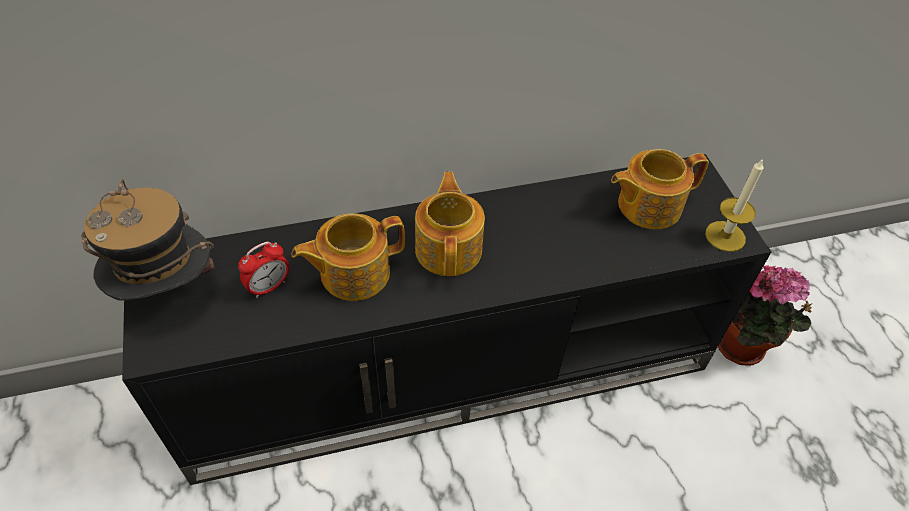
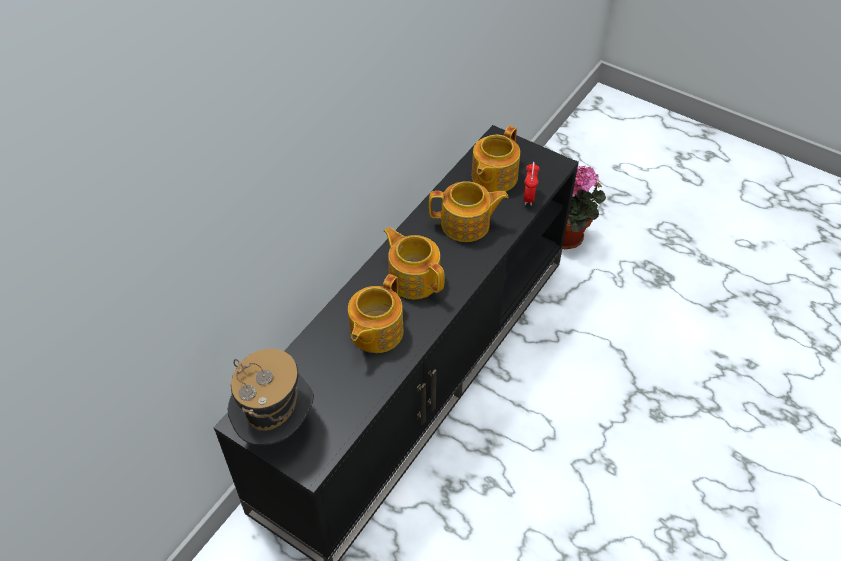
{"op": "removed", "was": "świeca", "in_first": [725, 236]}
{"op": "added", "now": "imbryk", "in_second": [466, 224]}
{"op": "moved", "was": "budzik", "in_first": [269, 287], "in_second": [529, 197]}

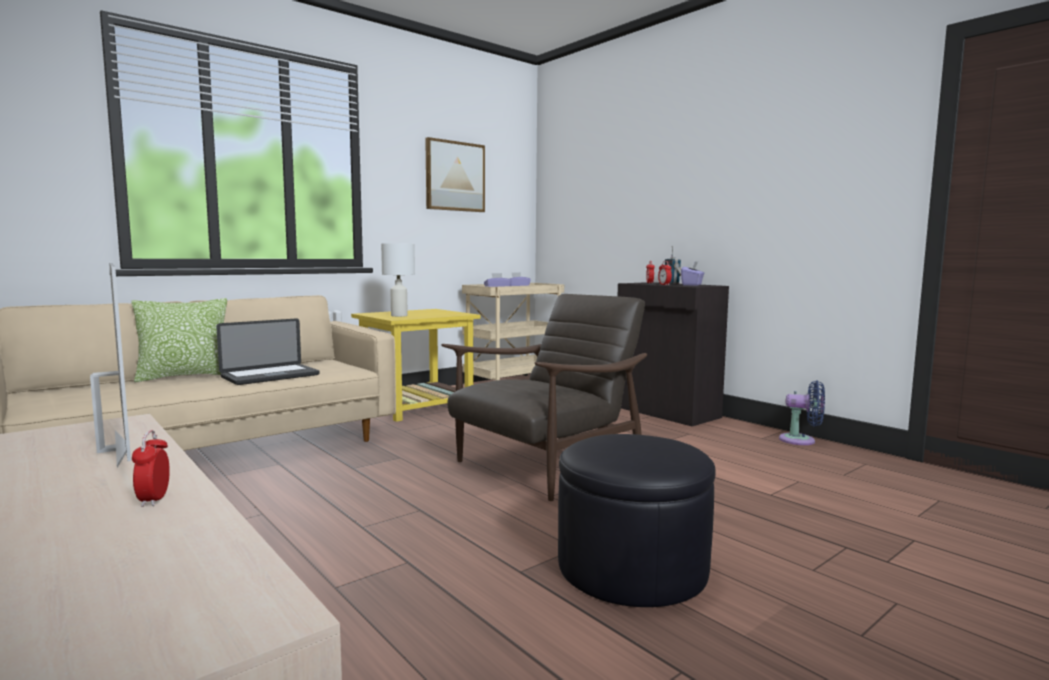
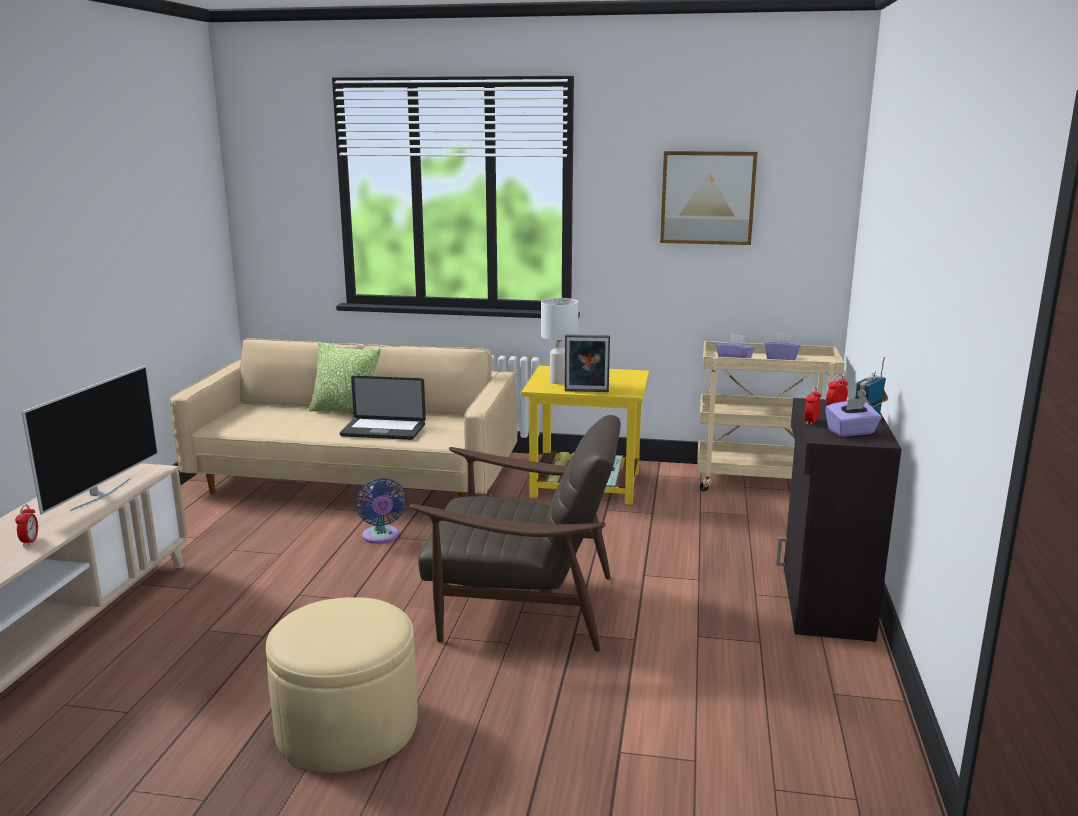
{"op": "added", "now": "ramka na zdjęcie", "in_second": [586, 392]}
{"op": "moved", "was": "wentylator/niebieski", "in_first": [801, 440], "in_second": [381, 537]}
{"op": "recoloured", "was": "pufa/czarny", "now": "pufa/beżowy", "in_first": [632, 567], "in_second": [347, 726]}
{"op": "turned", "was": "budzik", "in_first": [154, 500], "in_second": [30, 541], "clockwise": 135}

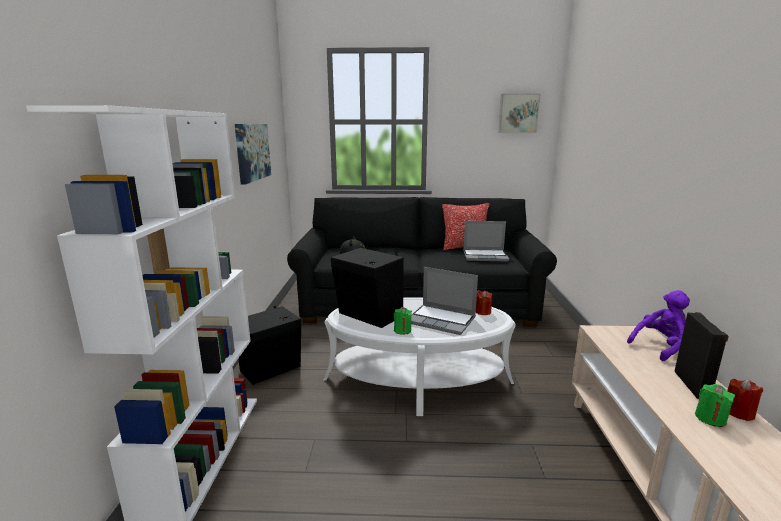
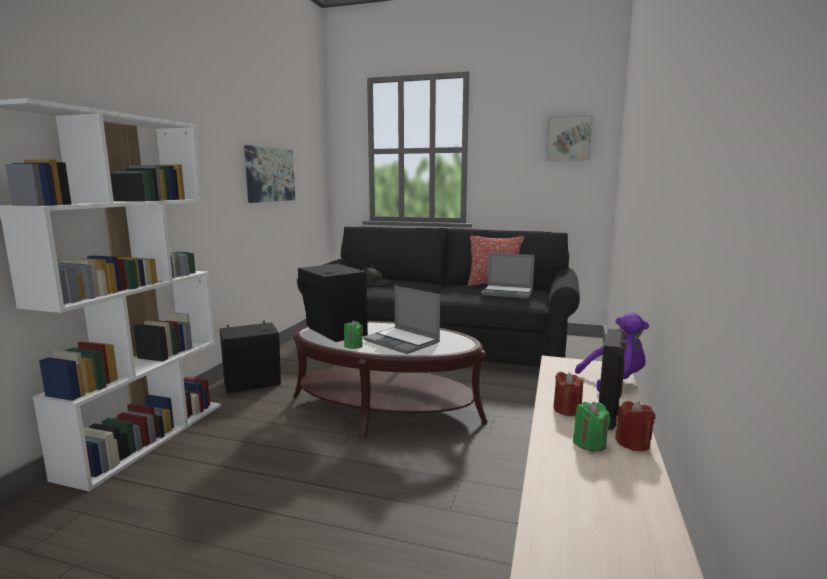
{"op": "moved", "was": "świeca/czerwony", "in_first": [483, 312], "in_second": [567, 409]}
{"op": "recoloured", "was": "ława/biały", "now": "ława/brązowy", "in_first": [417, 380], "in_second": [385, 409]}

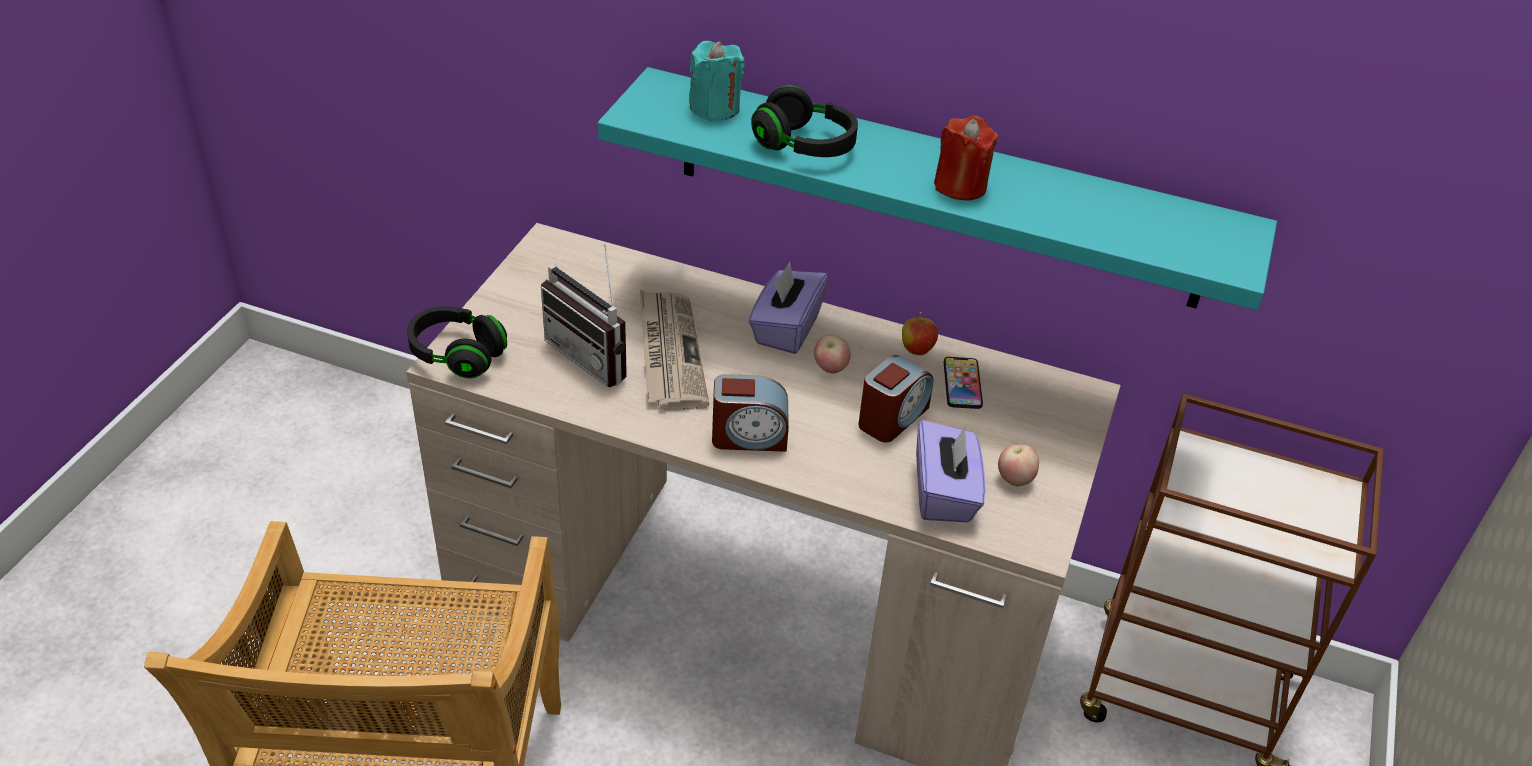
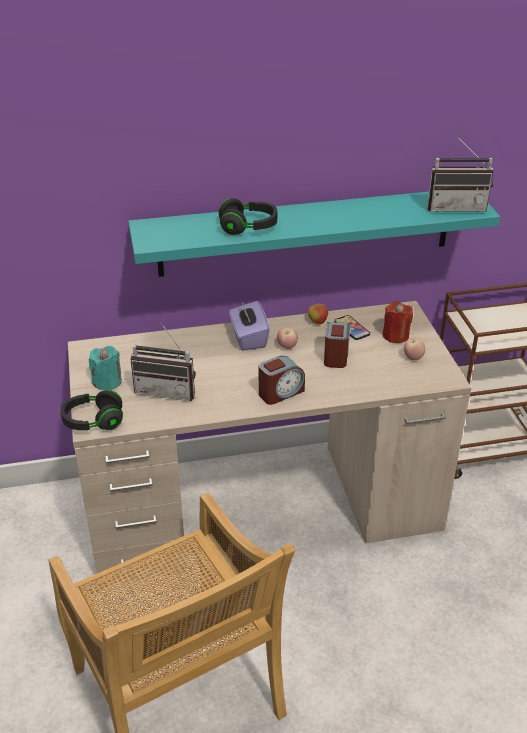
{"op": "removed", "was": "gazeta", "in_first": [669, 353]}
{"op": "removed", "was": "pudełko chusteczek/fioletowy", "in_first": [944, 493]}
{"op": "added", "now": "radio", "in_second": [456, 206]}
{"op": "moved", "was": "świeca/turkusowy", "in_first": [715, 108], "in_second": [107, 382]}
{"op": "moved", "was": "świeca/czerwony", "in_first": [960, 186], "in_second": [395, 335]}

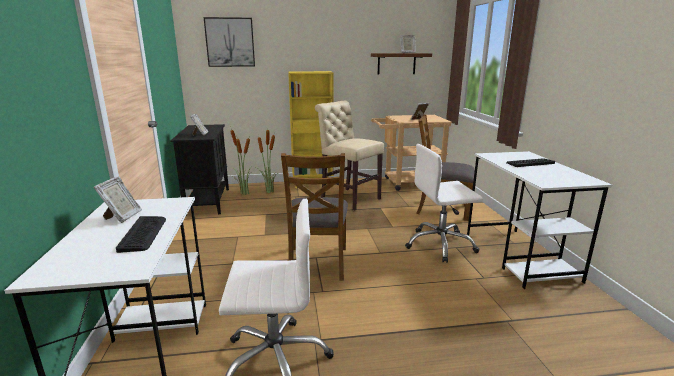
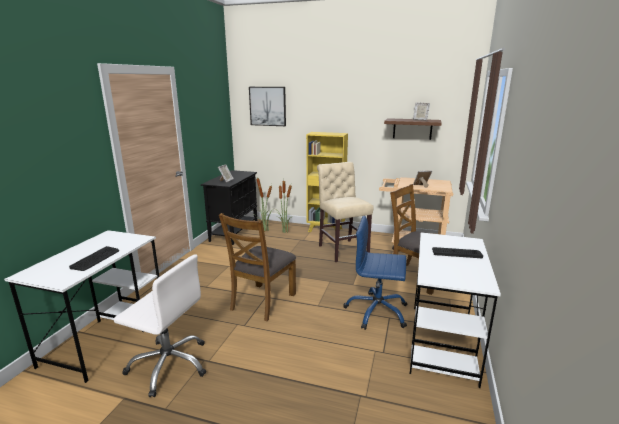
{"op": "removed", "was": "ramka na zdjęcie", "in_first": [122, 217]}
{"op": "recoloured", "was": "krzesło biurowe/biały", "now": "krzesło biurowe/niebieski", "in_first": [440, 245], "in_second": [377, 312]}

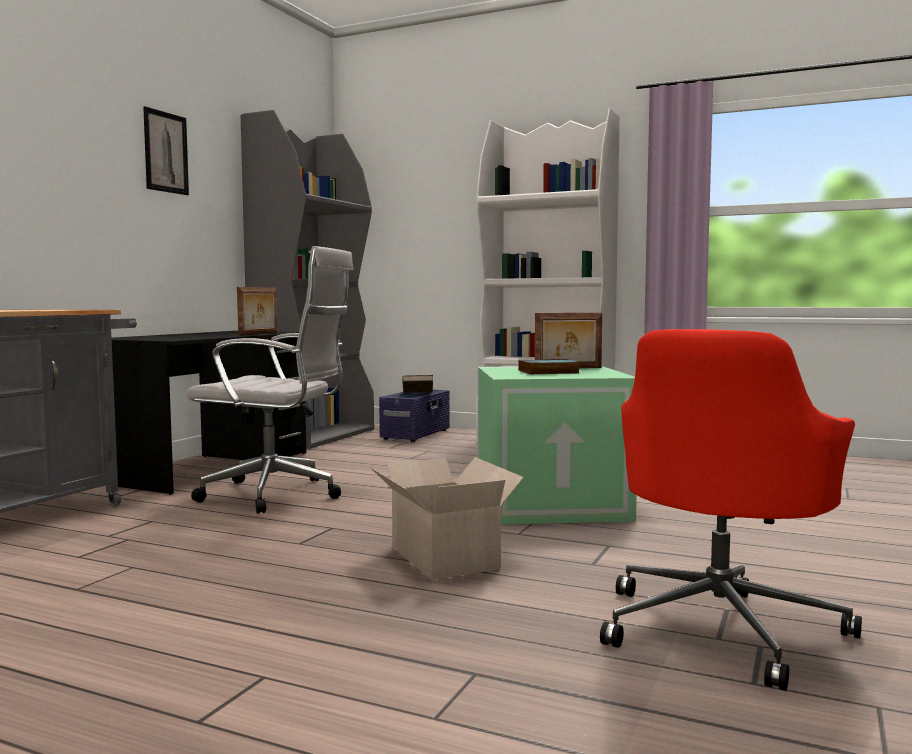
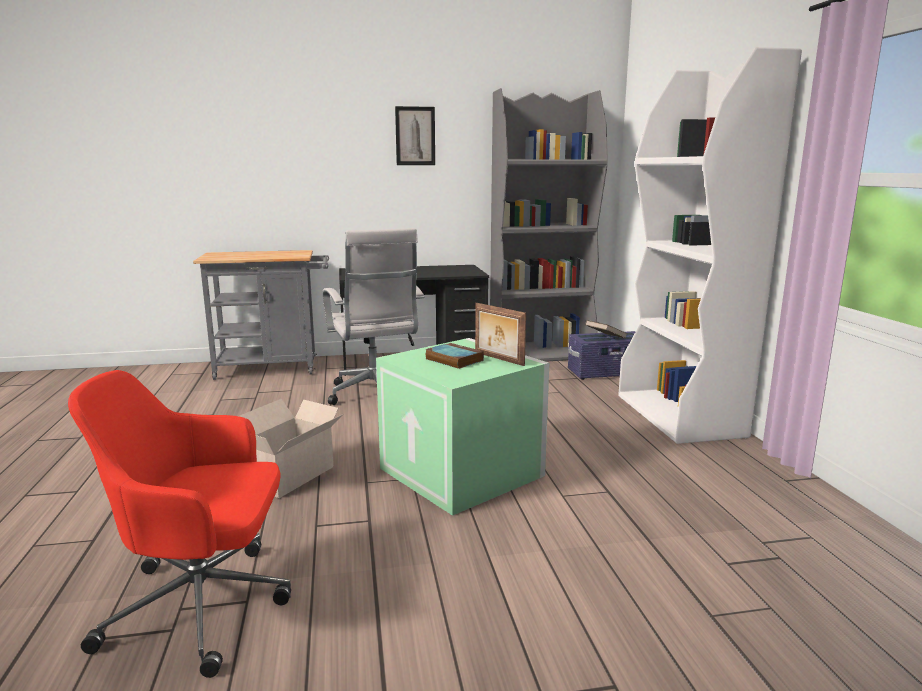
{"op": "removed", "was": "ramka na zdjęcie", "in_first": [259, 334]}

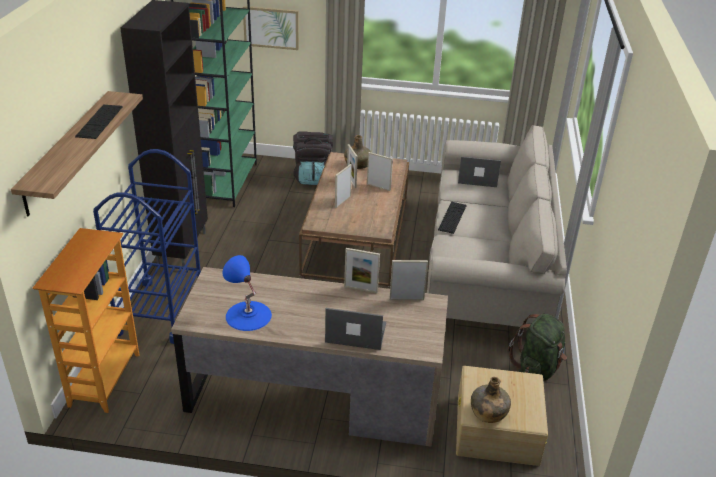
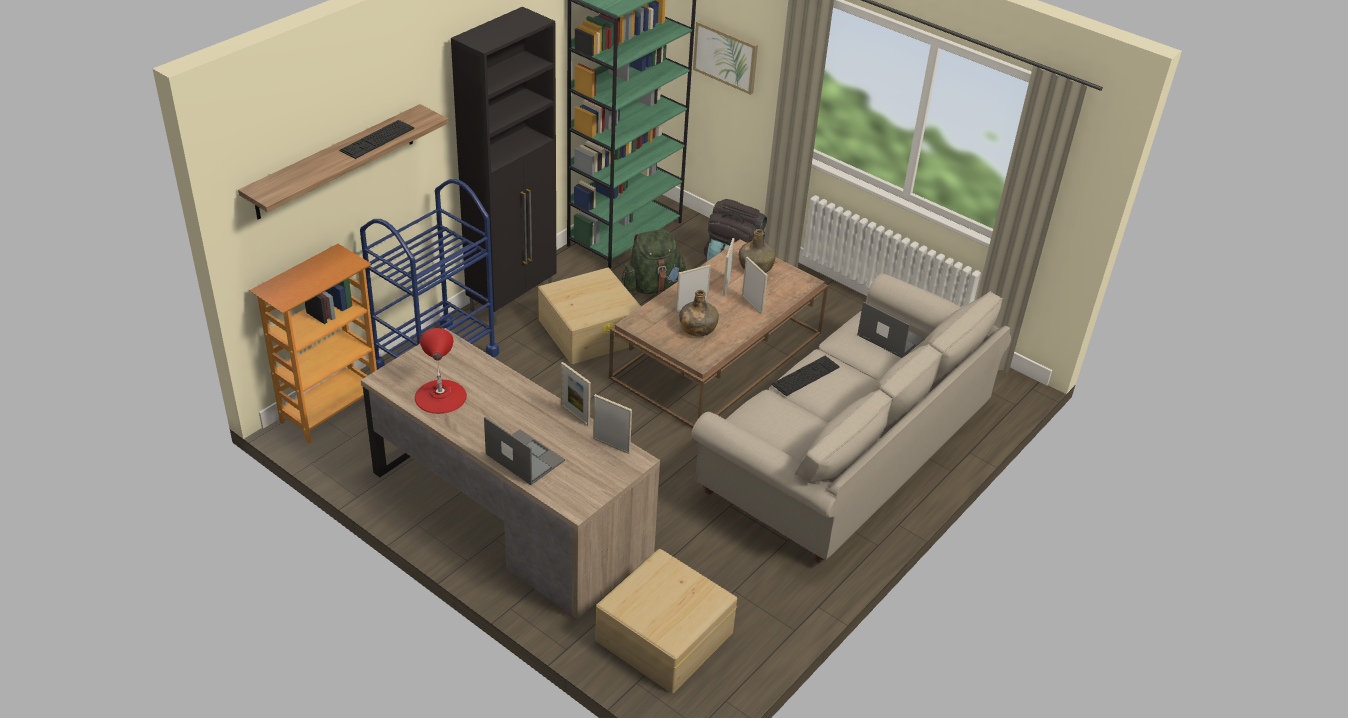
{"op": "added", "now": "pojemnik do przechowywania/beżowy", "in_second": [590, 331]}
{"op": "moved", "was": "butelka/zielony", "in_first": [488, 412], "in_second": [697, 328]}
{"op": "moved", "was": "plecak/zielony", "in_first": [536, 369], "in_second": [653, 286]}
{"op": "recoloured", "was": "lampa stołowa/niebieski", "now": "lampa stołowa/czerwony", "in_first": [248, 315], "in_second": [440, 396]}

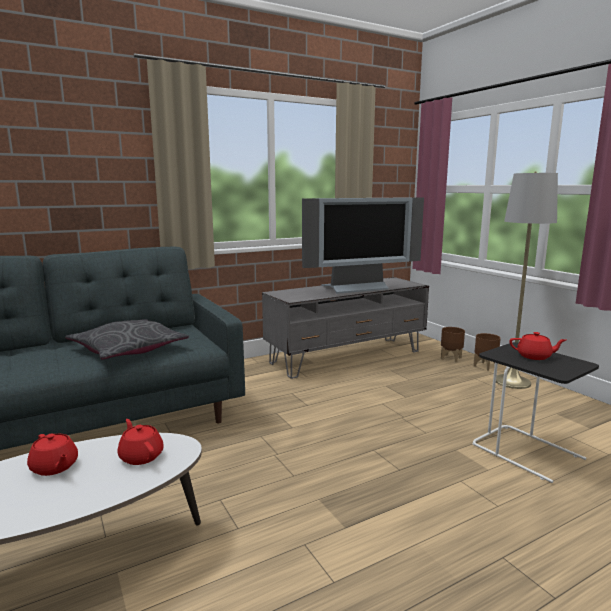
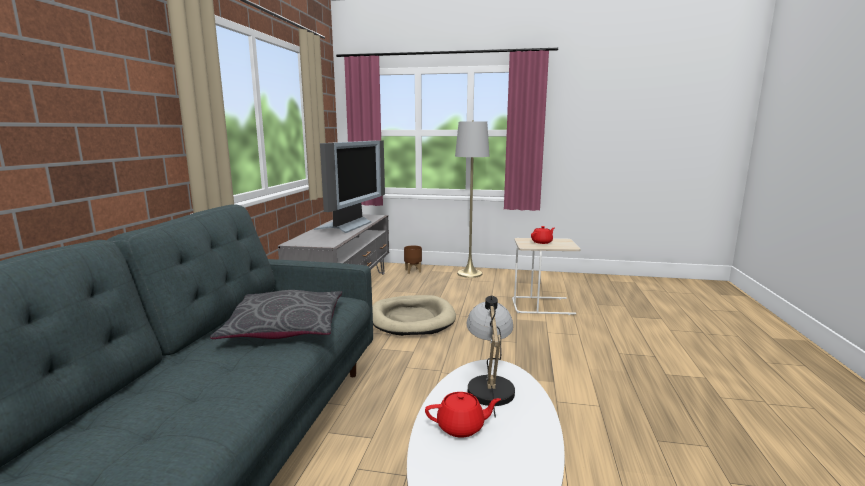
{"op": "removed", "was": "donica/brązowy", "in_first": [485, 366]}
{"op": "added", "now": "legowisko/beżowy", "in_second": [412, 319]}
{"op": "replaced", "was": "imbryk/czerwony", "now": "lampa stołowa", "in_first": [141, 456], "in_second": [489, 385]}
{"op": "recoloured", "was": "stolik/czarny", "now": "stolik/beżowy", "in_first": [527, 452], "in_second": [543, 305]}

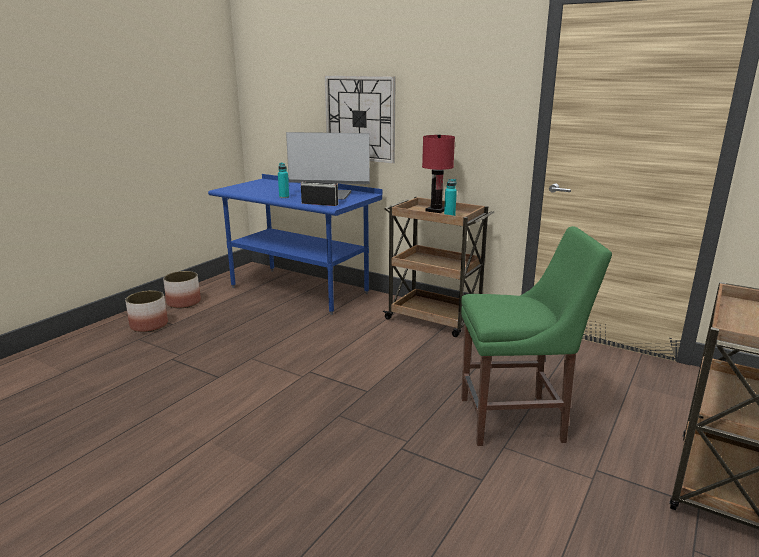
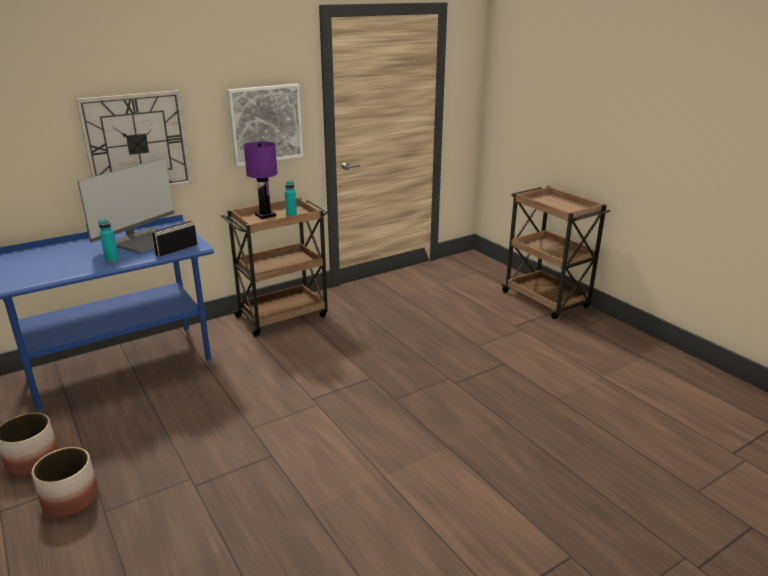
{"op": "removed", "was": "krzesło/zielony", "in_first": [517, 419]}
{"op": "added", "now": "obraz", "in_second": [265, 124]}
{"op": "recoloured", "was": "lampa stołowa/czerwony", "now": "lampa stołowa/fioletowy", "in_first": [435, 210], "in_second": [265, 215]}

